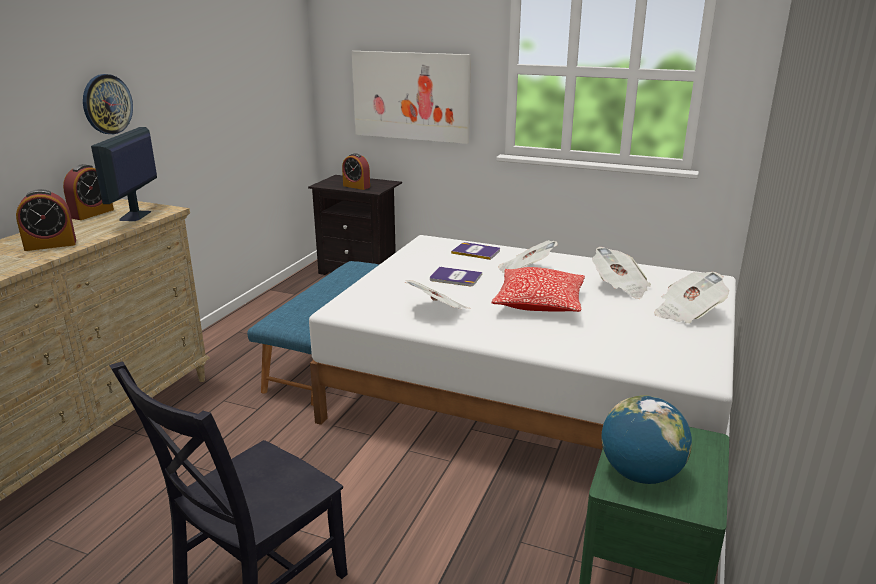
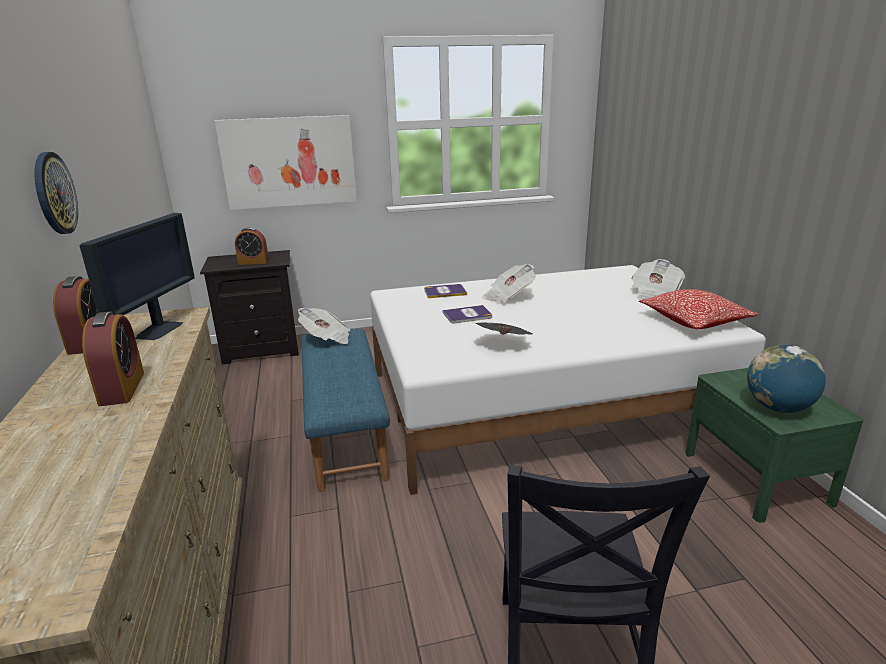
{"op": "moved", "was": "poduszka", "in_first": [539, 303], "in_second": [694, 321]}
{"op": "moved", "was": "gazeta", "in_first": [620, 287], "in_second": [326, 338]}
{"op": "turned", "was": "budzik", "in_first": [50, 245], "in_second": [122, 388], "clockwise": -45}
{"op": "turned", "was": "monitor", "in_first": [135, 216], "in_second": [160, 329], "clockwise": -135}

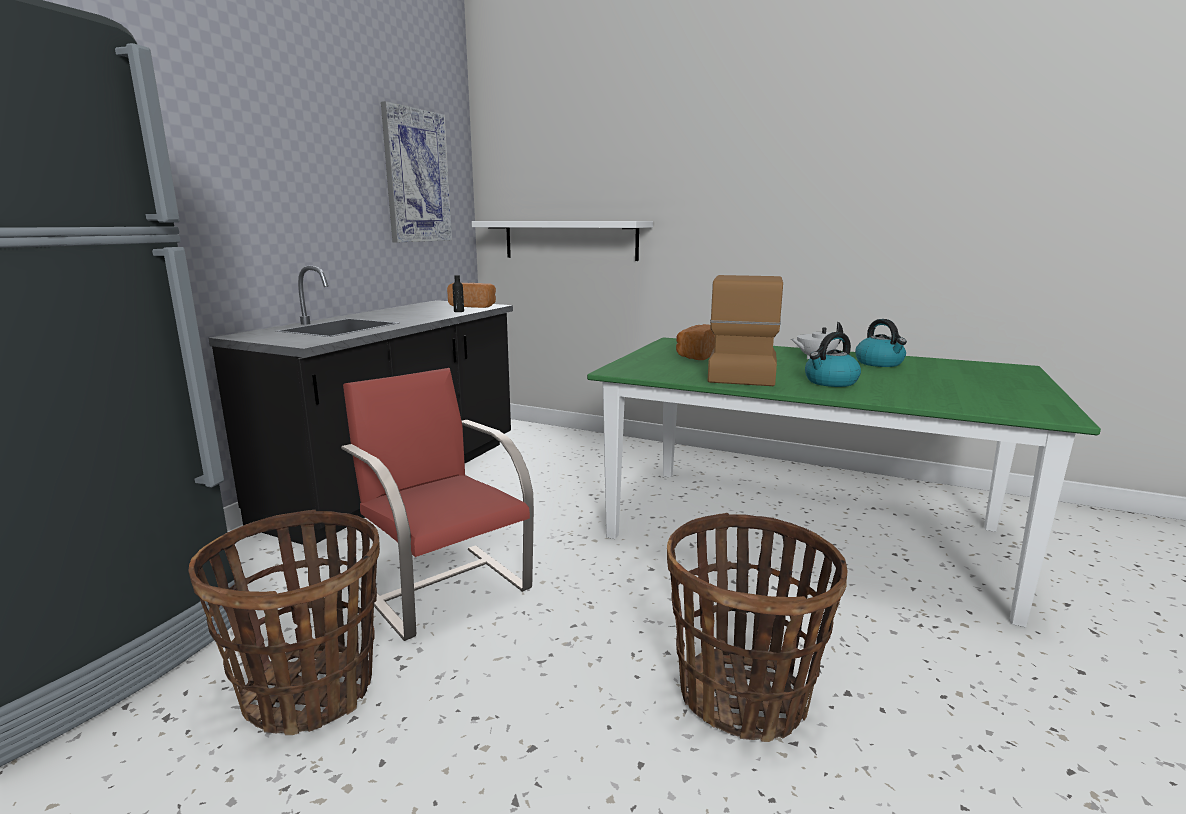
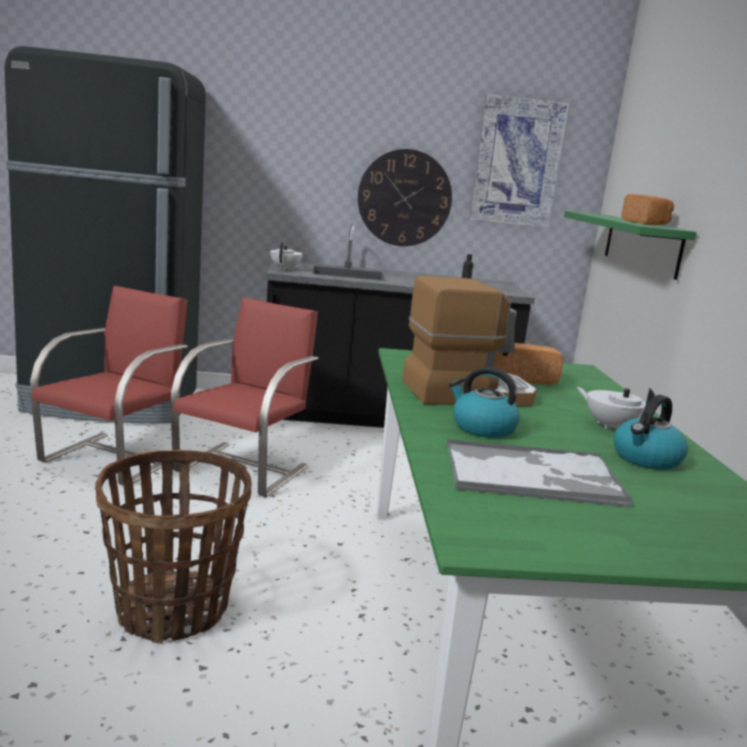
{"op": "added", "now": "imbryk/biały", "in_second": [285, 269]}
{"op": "added", "now": "zegar ścienny", "in_second": [404, 198]}
{"op": "added", "now": "taca", "in_second": [533, 475]}
{"op": "moved", "was": "chleb", "in_first": [474, 306], "in_second": [645, 223]}
{"op": "replaced", "was": "koszyk", "now": "krzesło/czerwony", "in_first": [310, 690], "in_second": [115, 458]}
{"op": "recoloured", "was": "półka/biały", "now": "półka/zielony", "in_first": [570, 240], "in_second": [641, 244]}

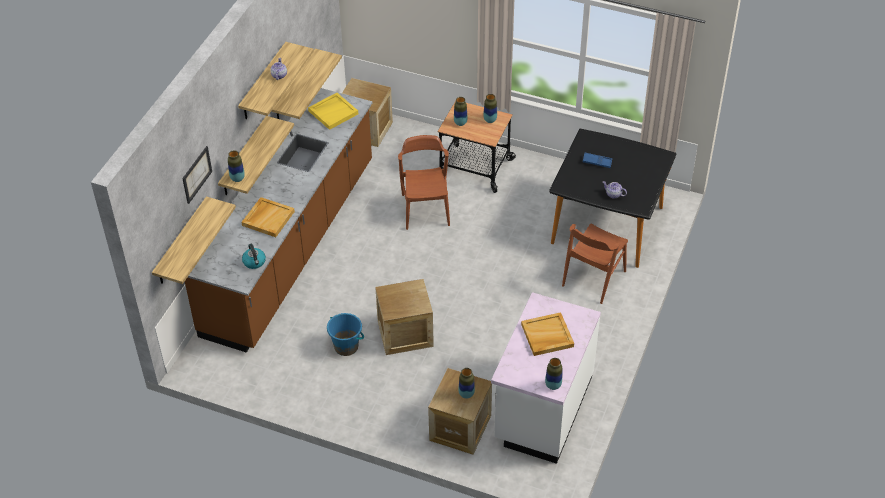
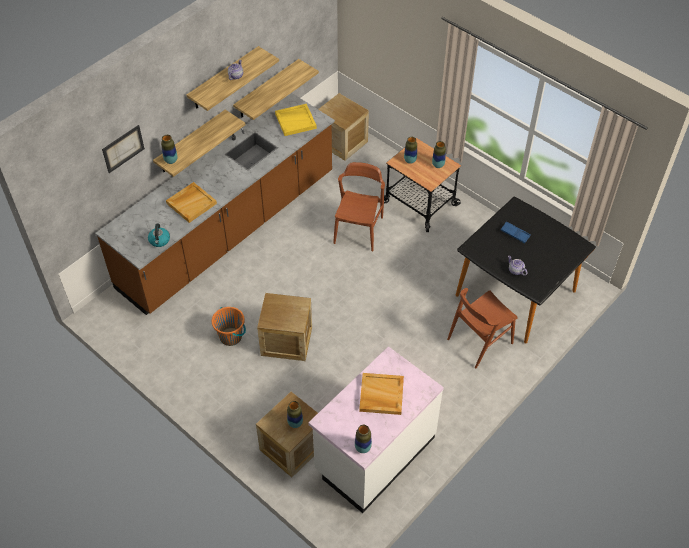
{"op": "removed", "was": "półka", "in_first": [181, 242]}
{"op": "recoloured", "was": "wiadro/niebieski", "now": "wiadro/pomarańczowy", "in_first": [346, 346], "in_second": [231, 336]}

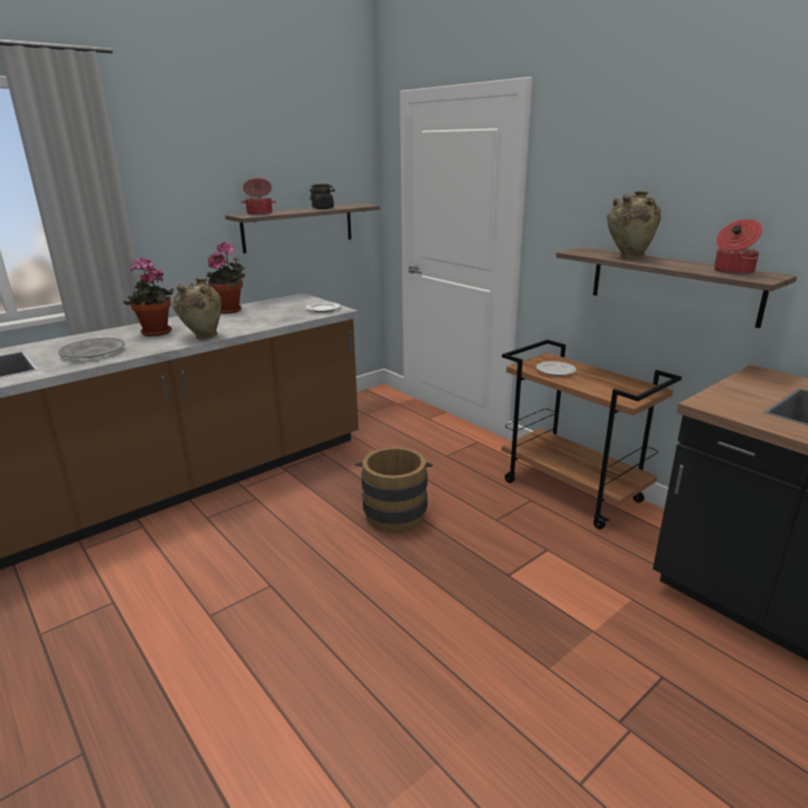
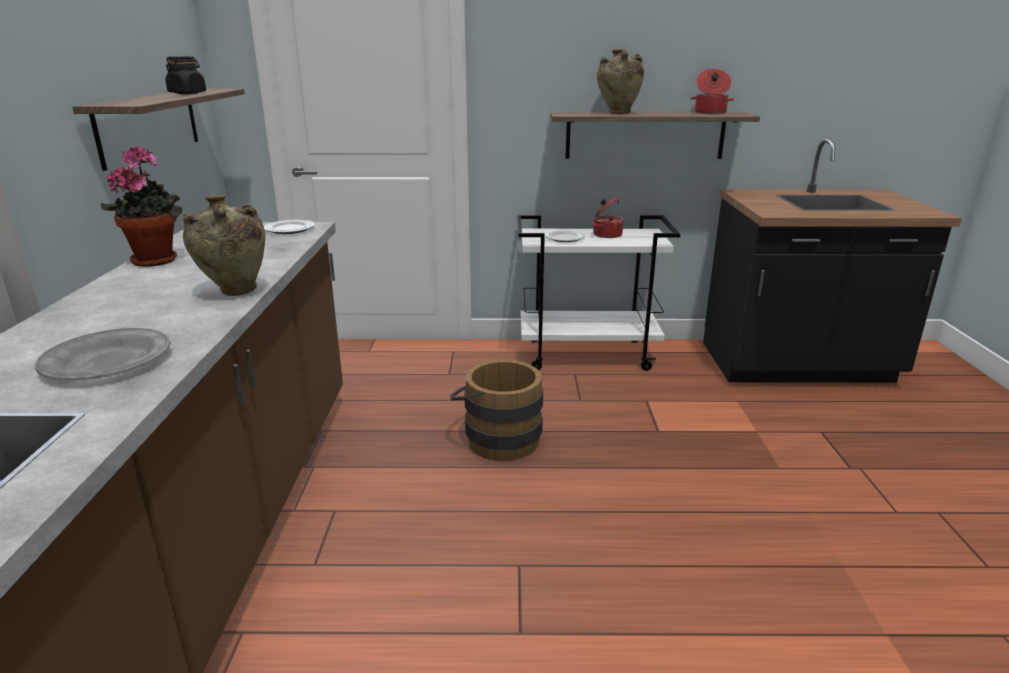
{"op": "removed", "was": "roślina doniczkowa", "in_first": [156, 333]}
{"op": "moved", "was": "garnek", "in_first": [260, 213], "in_second": [606, 234]}
{"op": "recoloured", "was": "wózek/brązowy", "now": "wózek/biały", "in_first": [573, 491], "in_second": [588, 354]}

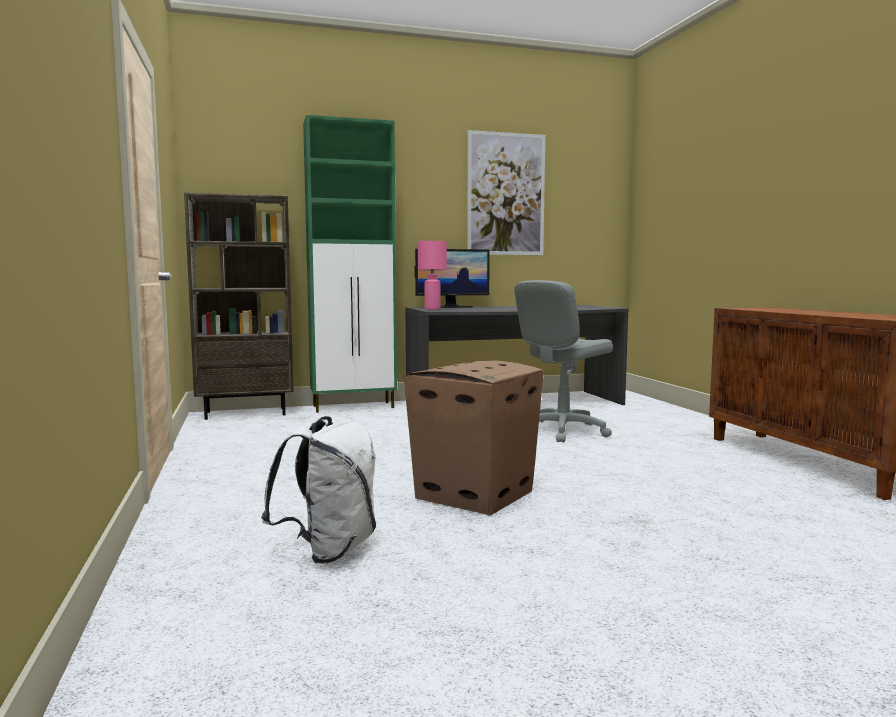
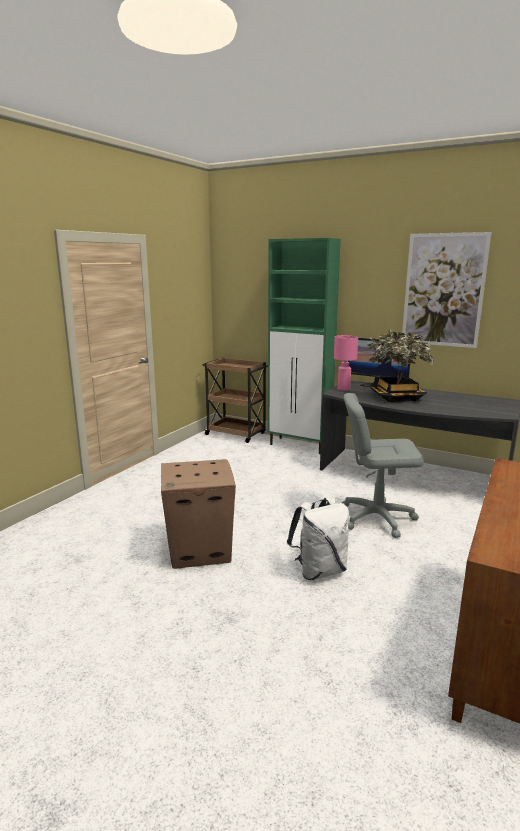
{"op": "added", "now": "roślina doniczkowa", "in_second": [396, 398]}
{"op": "moved", "was": "plecak/biały", "in_first": [329, 550], "in_second": [319, 570]}
{"op": "replaced", "was": "regał/brązowy", "now": "wózek/brązowy", "in_first": [246, 413], "in_second": [236, 434]}

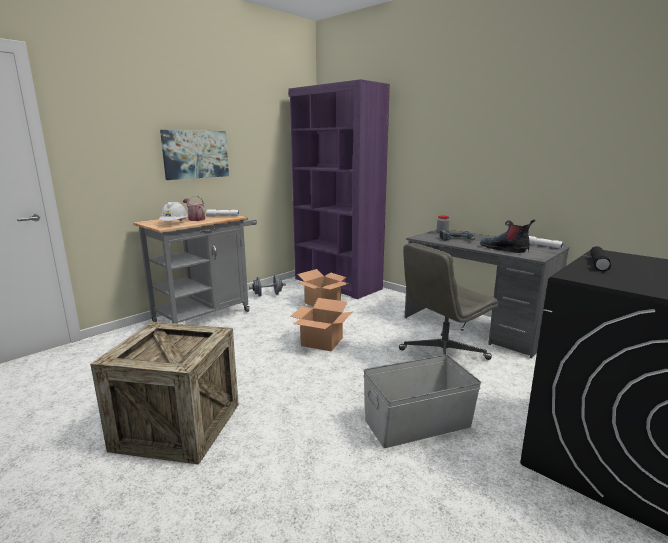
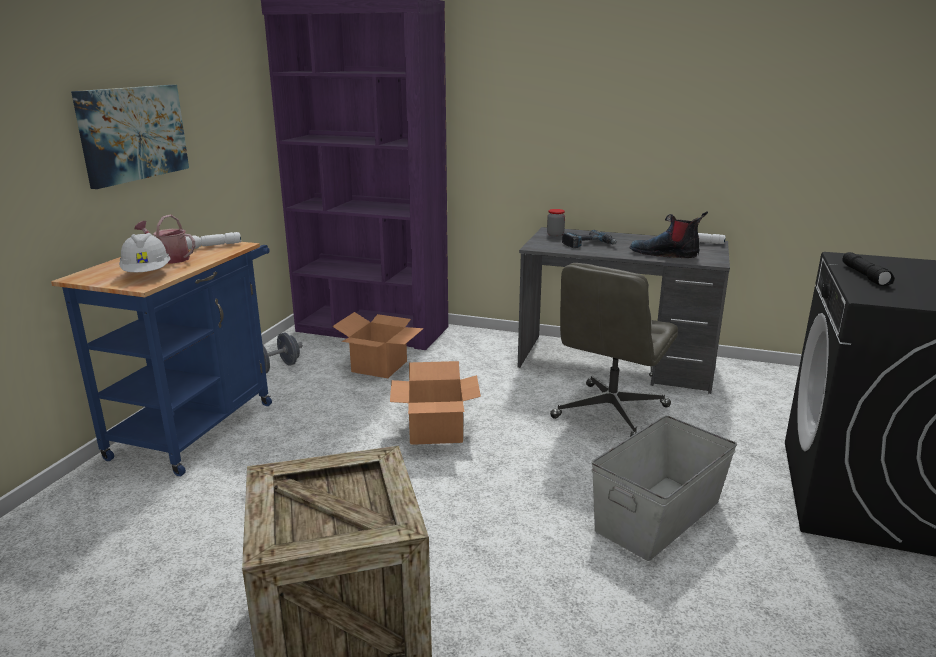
{"op": "recoloured", "was": "wózek/szary", "now": "wózek/niebieski", "in_first": [207, 314], "in_second": [199, 425]}

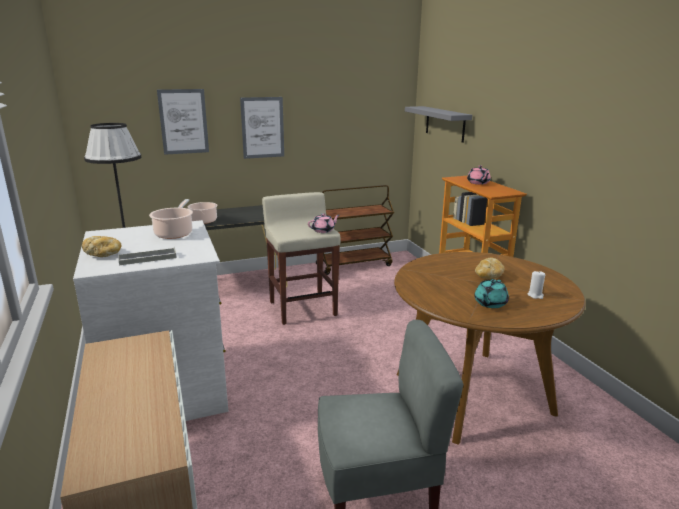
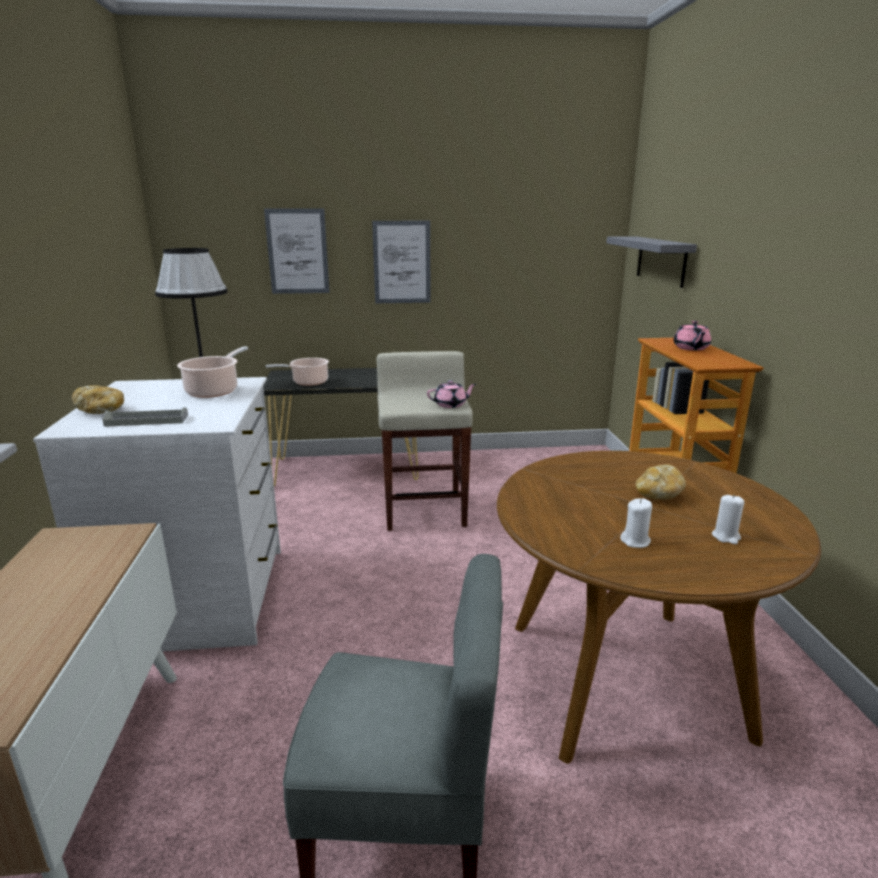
{"op": "removed", "was": "wózek/brązowy", "in_first": [354, 265]}
{"op": "replaced", "was": "imbryk/turkusowy", "now": "świeca/biały", "in_first": [490, 303], "in_second": [635, 541]}

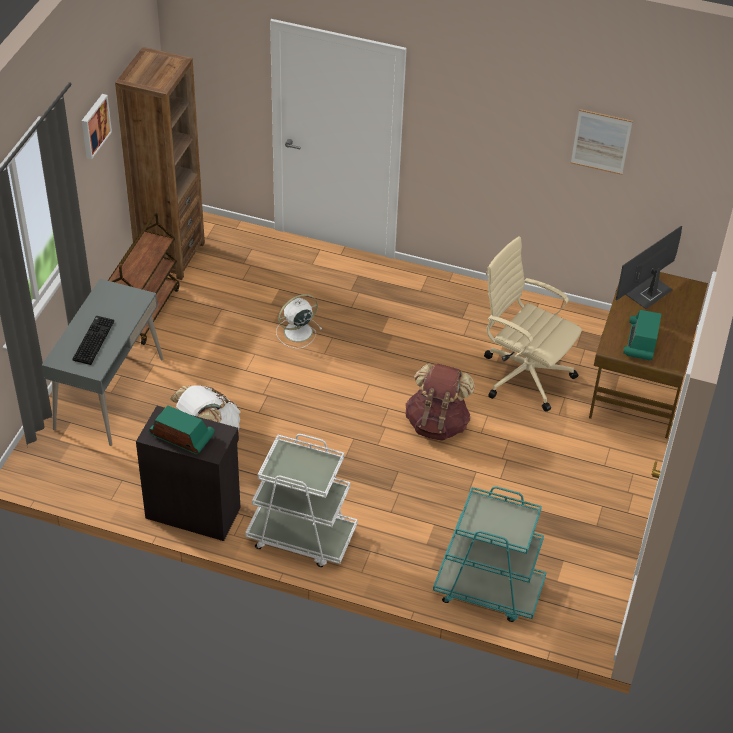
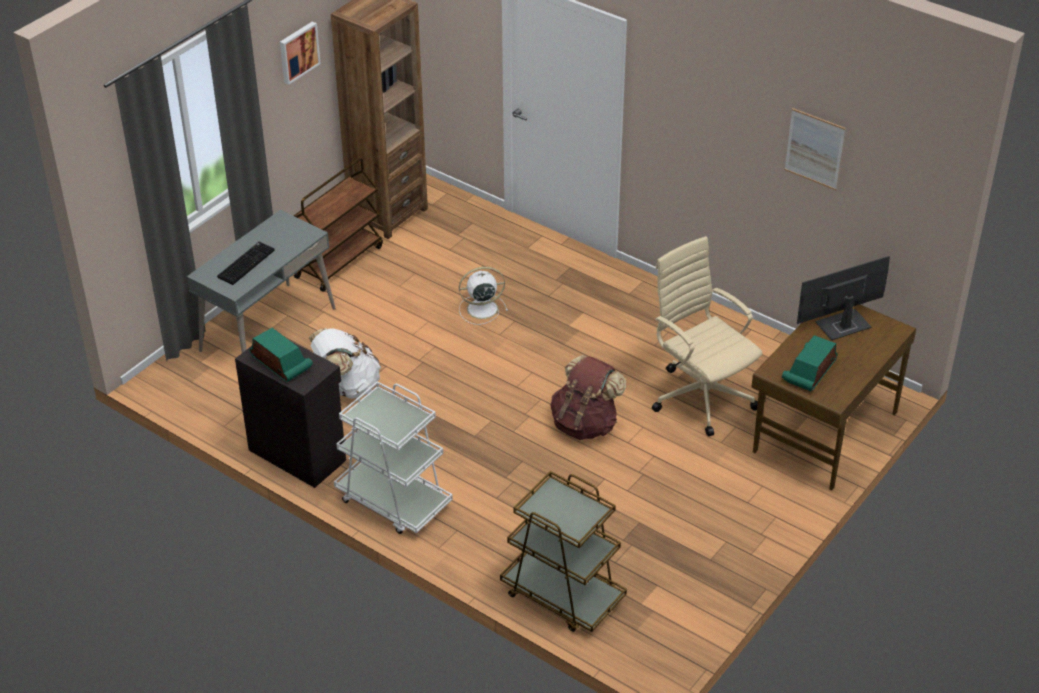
{"op": "recoloured", "was": "wózek/turkusowy", "now": "wózek/brązowy", "in_first": [488, 590], "in_second": [562, 595]}

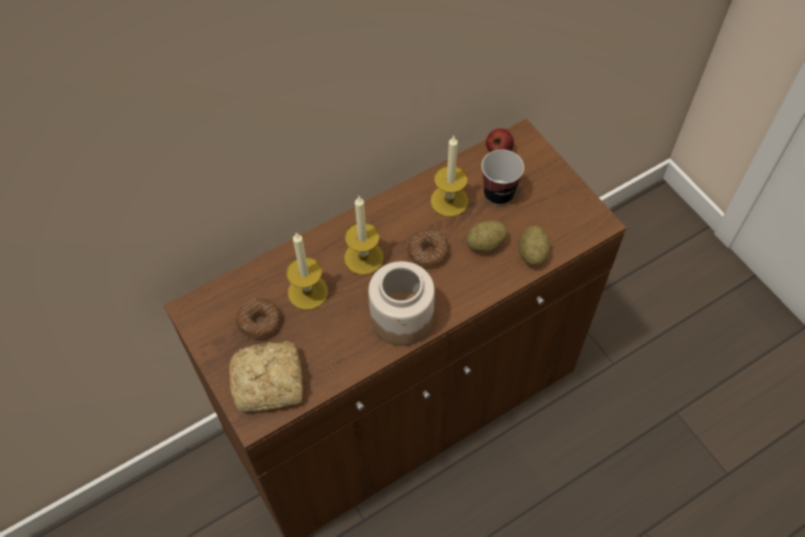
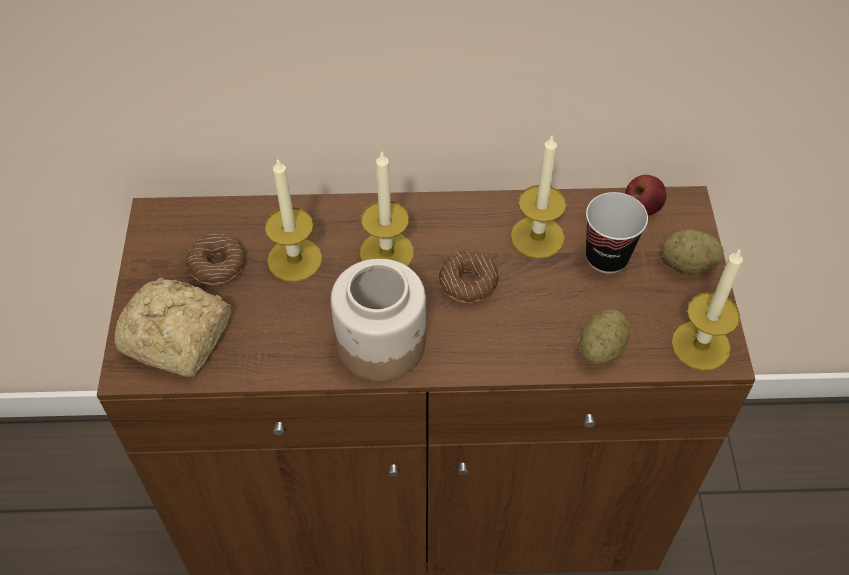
{"op": "added", "now": "świeca", "in_second": [700, 345]}
{"op": "moved", "was": "ziemniak", "in_first": [485, 244], "in_second": [687, 264]}

